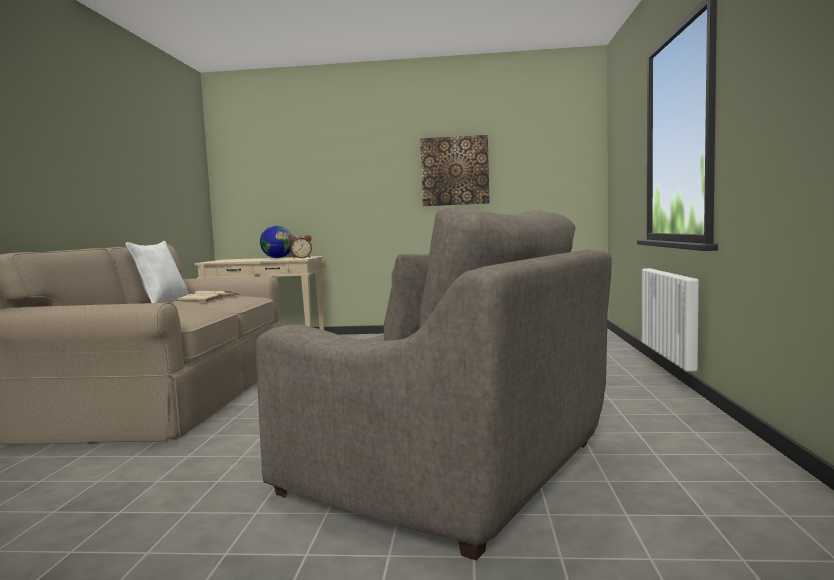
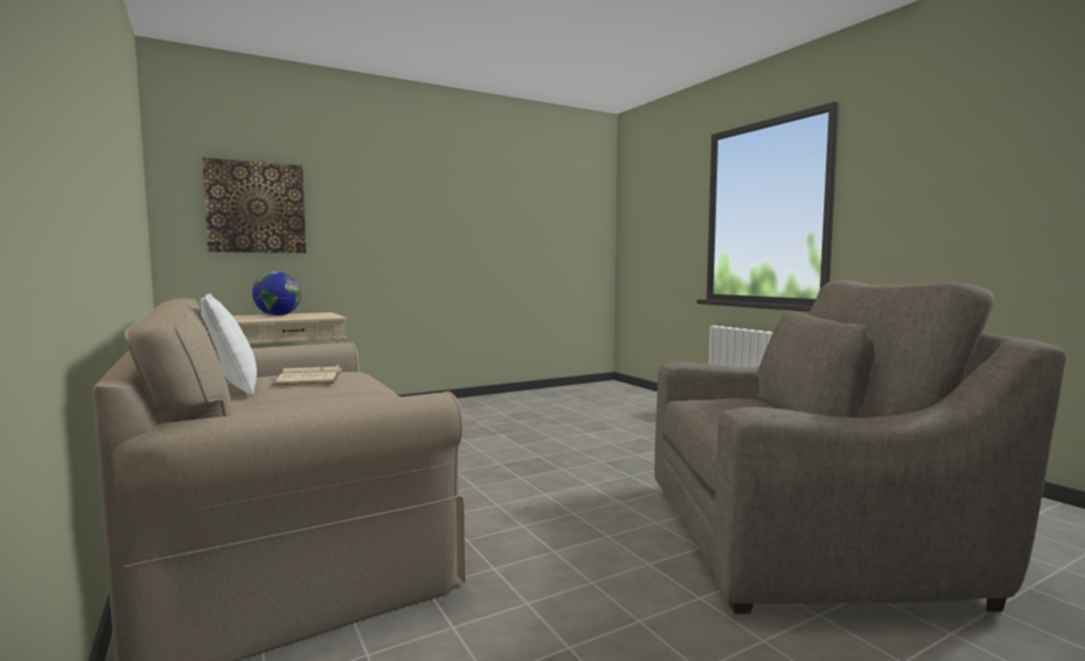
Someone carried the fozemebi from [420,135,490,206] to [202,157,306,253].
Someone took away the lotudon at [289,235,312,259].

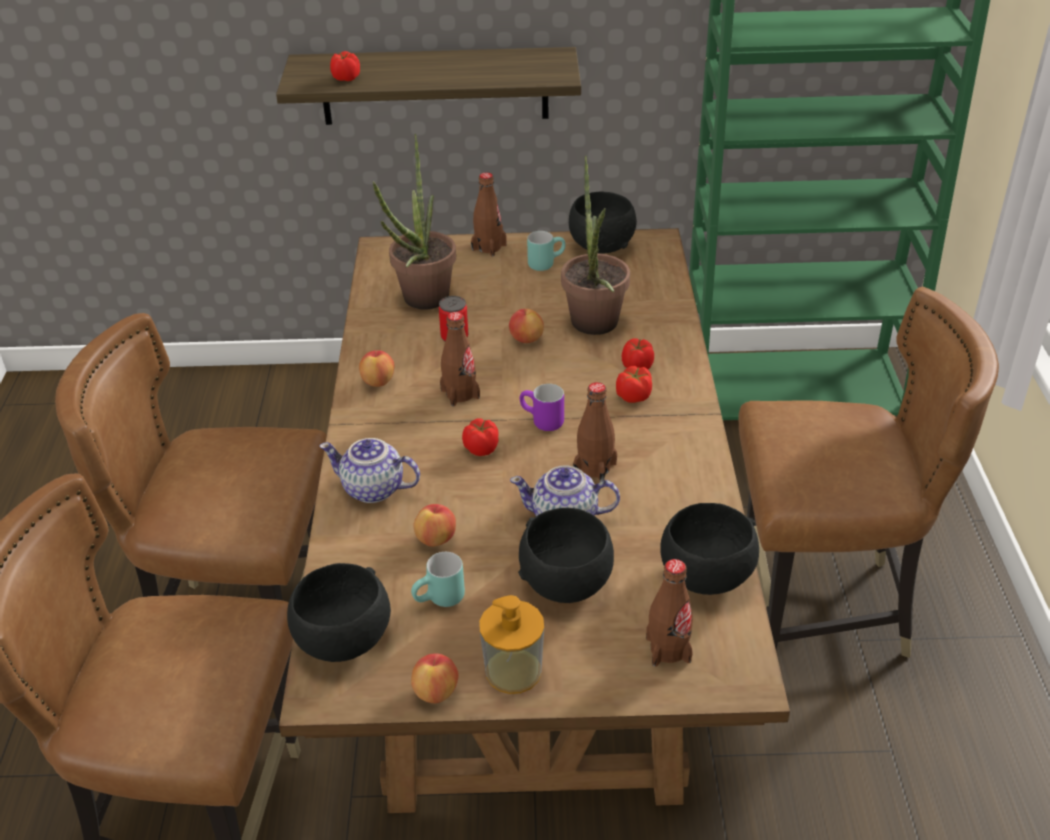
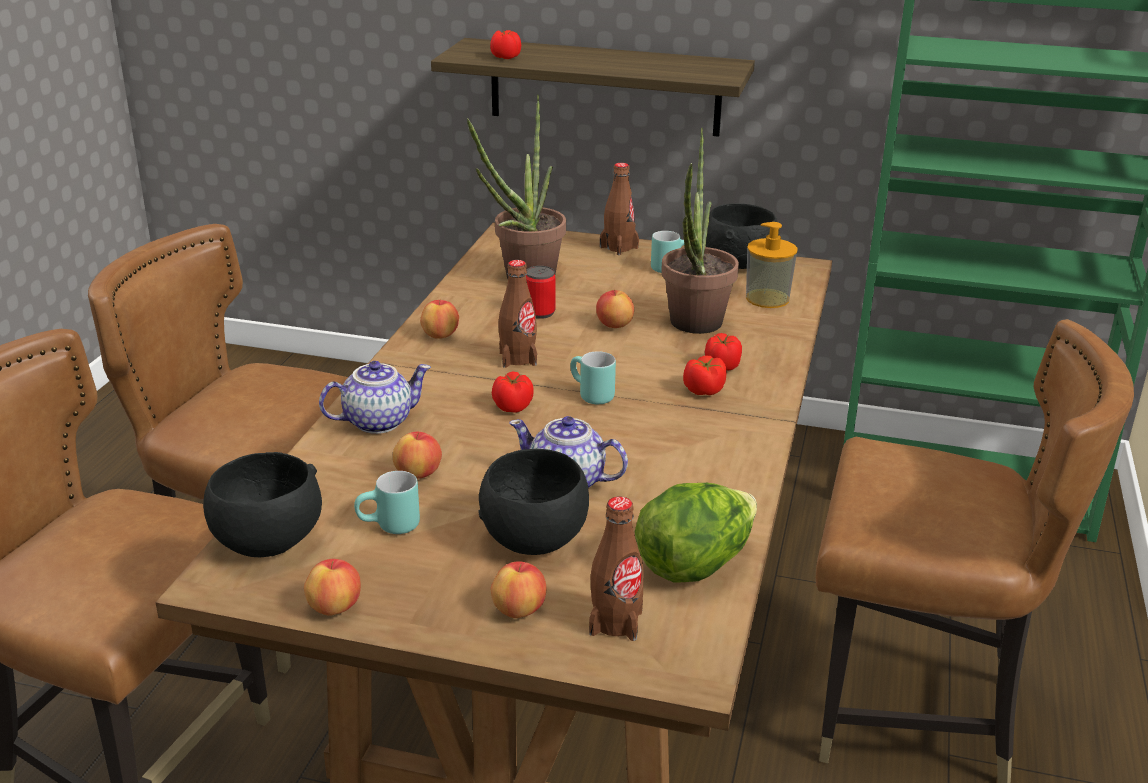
Someone took away the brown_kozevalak at [573,382,617,482].
Someone repainted the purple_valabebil at [520,384,564,431], which became the turquoise_valabebil at [570,351,616,404].
Someone rotated the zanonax at [319,438,420,503] by 120 degrees clockwise.
Someone swapped the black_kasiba at [660,503,759,595] for the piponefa at [635,483,757,583].
Someone carried the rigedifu from [479,595,544,694] to [746,222,798,308].
Someone put down the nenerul at [491,561,546,618].

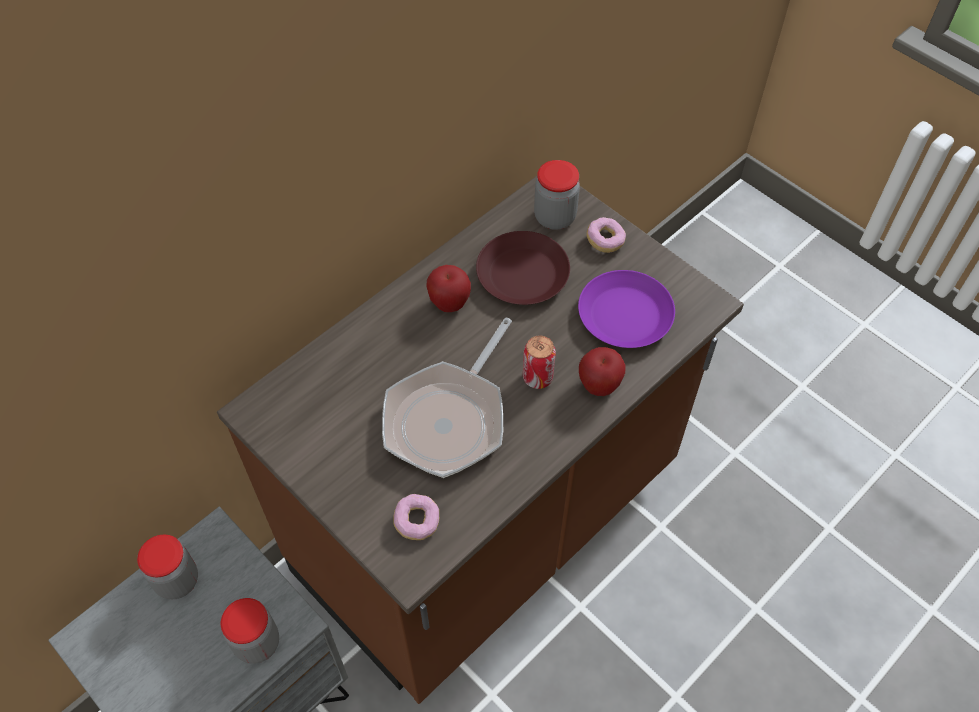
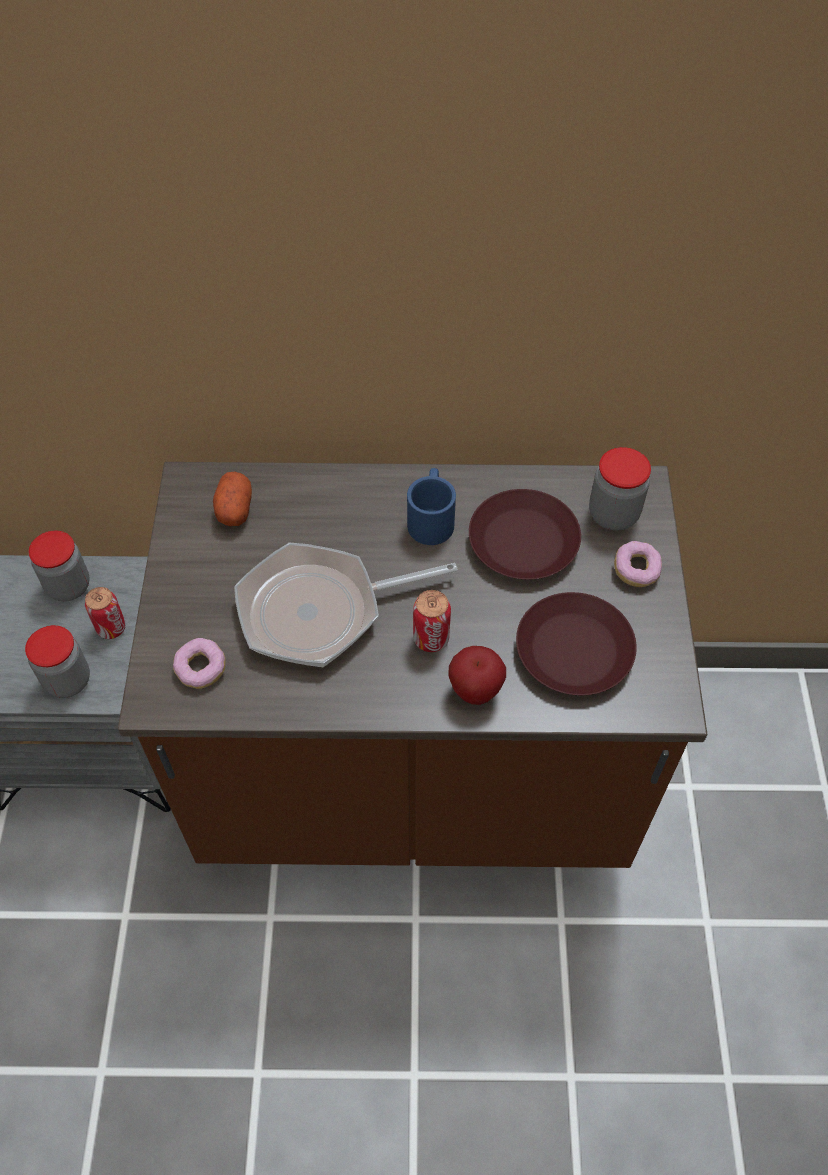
Someone swapped the nenerul at [426,265,471,312] for the blue_valabebil at [407,468,456,545].
Someone repainted the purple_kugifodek at [578,270,675,348], which became the brown_kugifodek at [516,592,637,695].
Someone put down the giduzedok at [213,472,252,526].
Someone put down the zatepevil at [85,587,126,639].

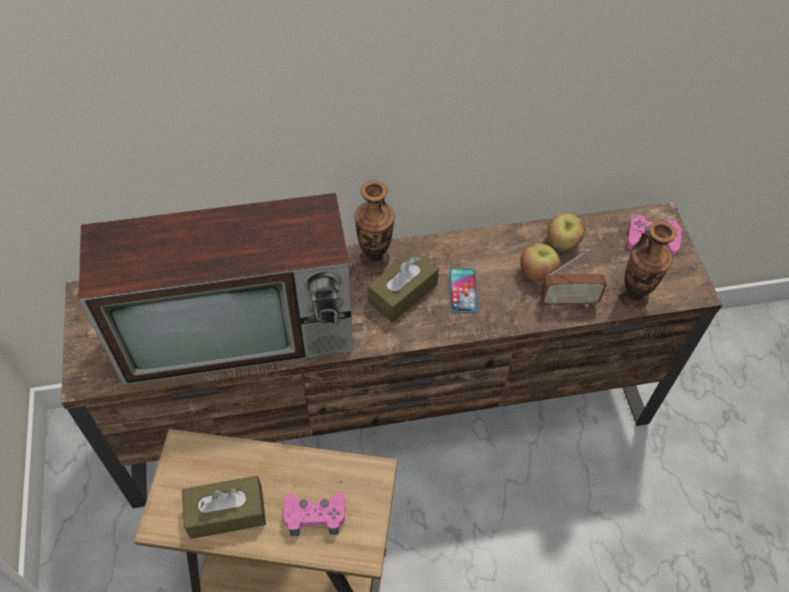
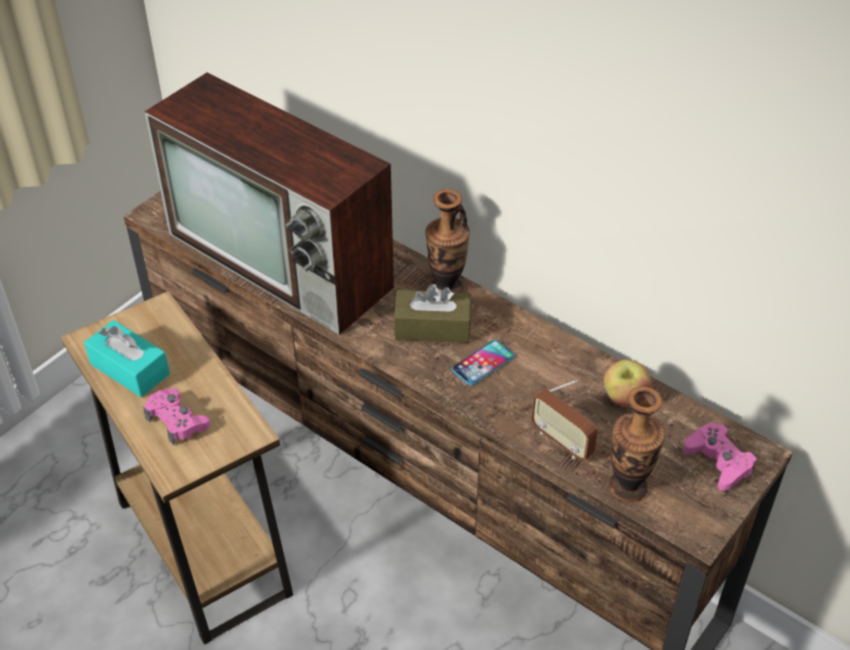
Someone took away the nenerul at [520,243,560,282].
Someone repainted the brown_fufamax at [182,476,266,539], which became the turquoise_fufamax at [84,320,170,397].

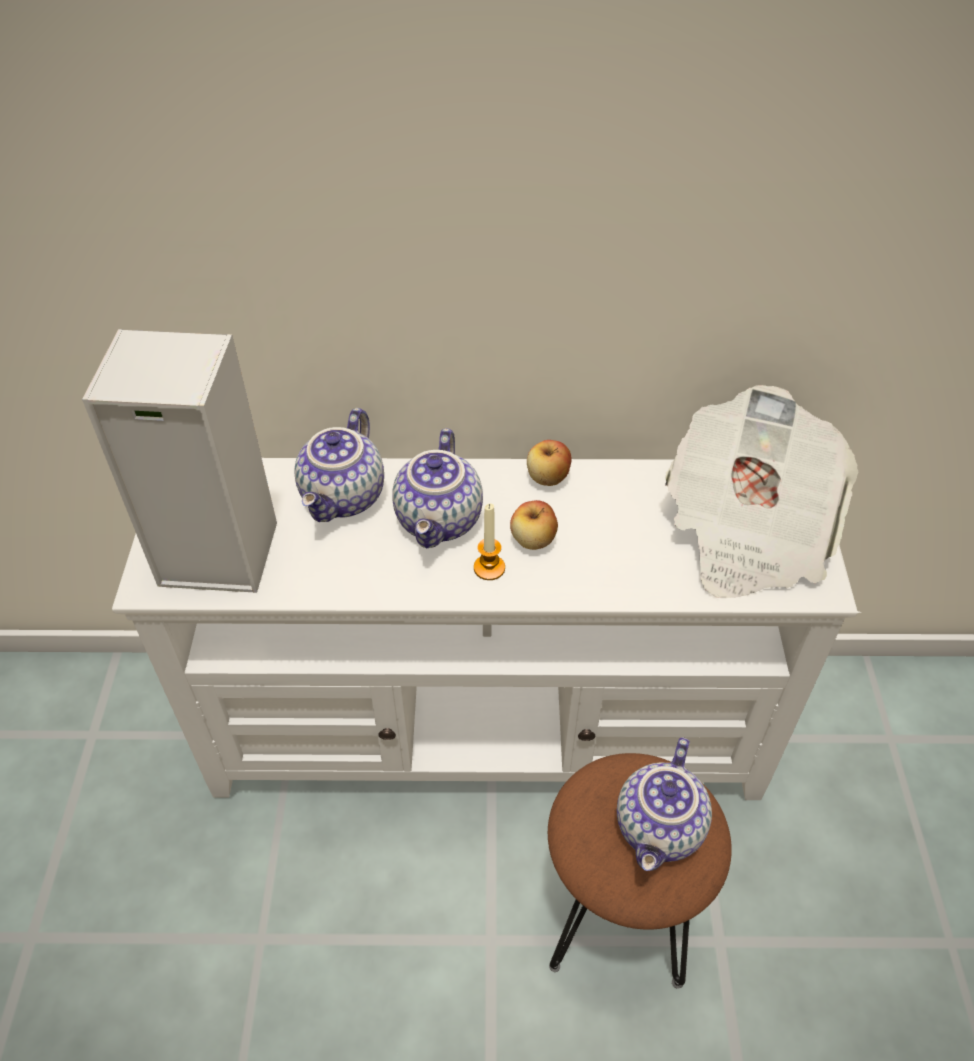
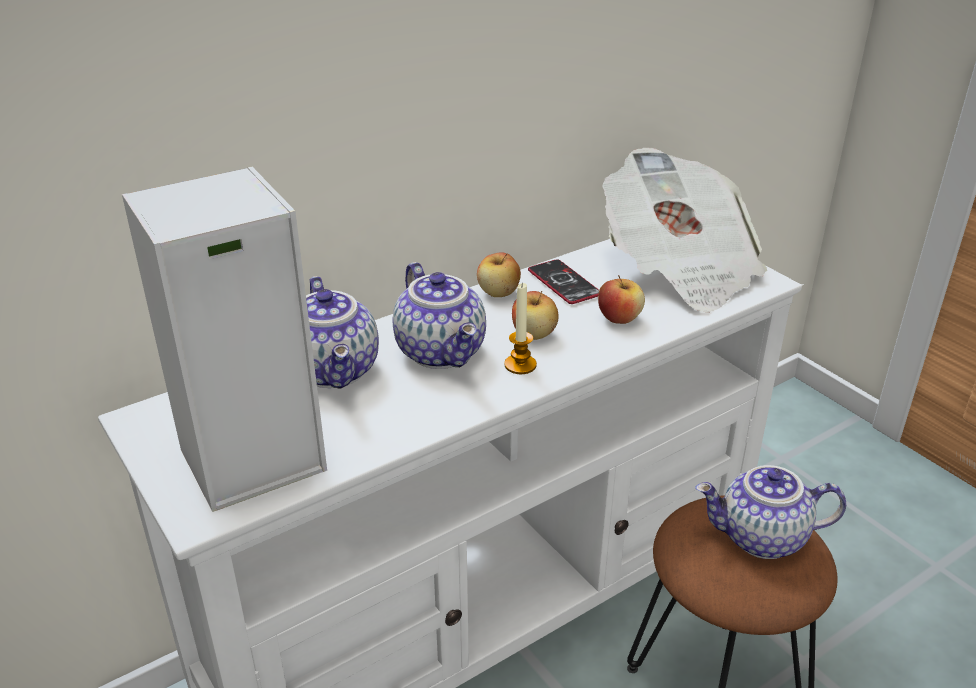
Someone rotated the zanonax at [617,737,712,871] by 105 degrees clockwise.
Someone put down the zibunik at [528,259,599,304].
Someone put down the nenerul at [598,275,645,324].

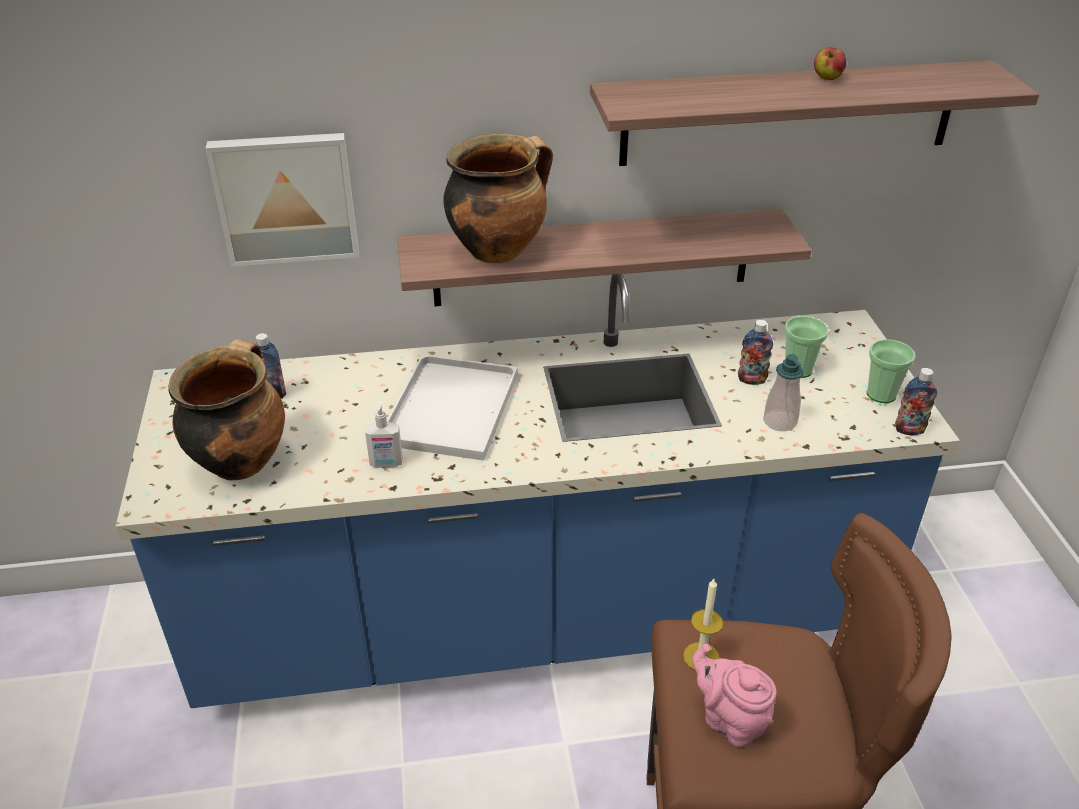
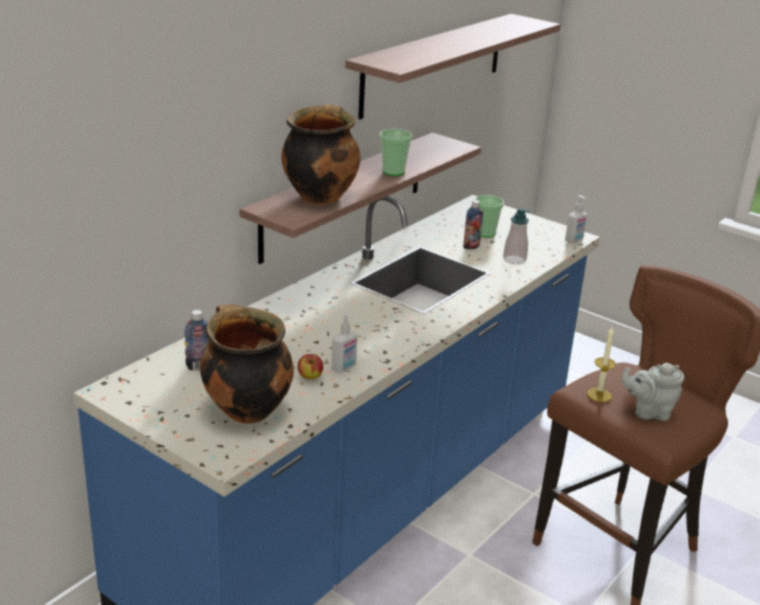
Someone carried the nenerul from [814,47,846,80] to [298,354,323,380].
Someone took away the fozemebi at [205,133,359,267].
Someone carried the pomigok from [867,339,915,403] to [379,129,413,176].
Someone took away the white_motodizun at [387,354,518,461].
Someone swapped the kozevalak at [895,368,937,435] for the rigedifu at [565,195,587,243].
Someone repainted the pink_zanonax at [692,644,777,748], which became the grey_zanonax at [621,363,684,421].

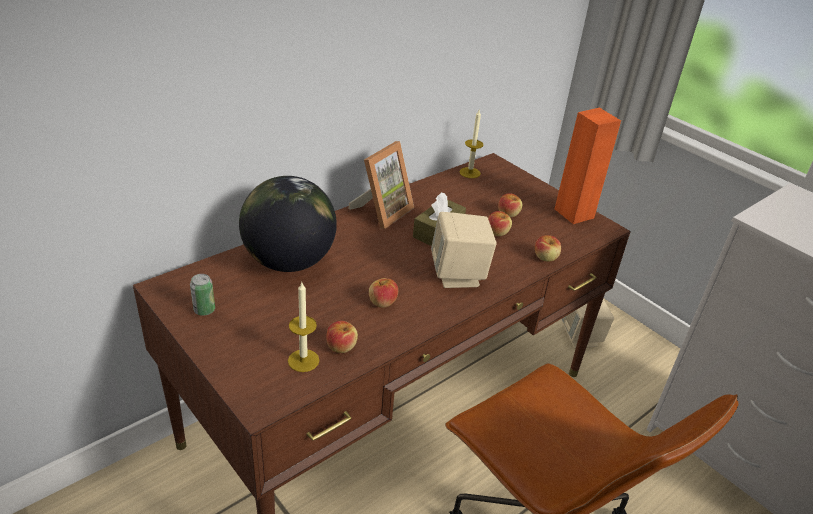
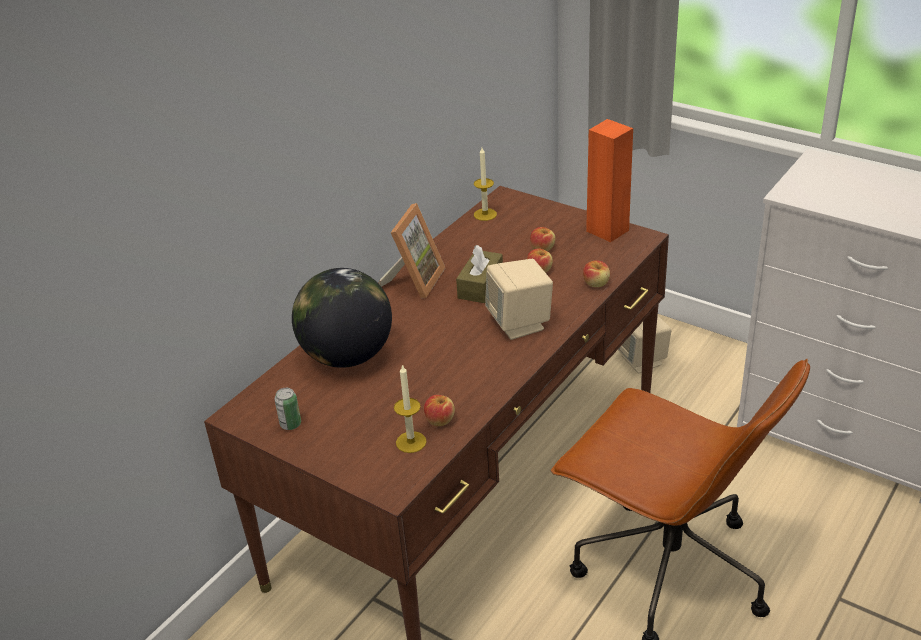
Someone took away the nenerul at [369,278,398,308].

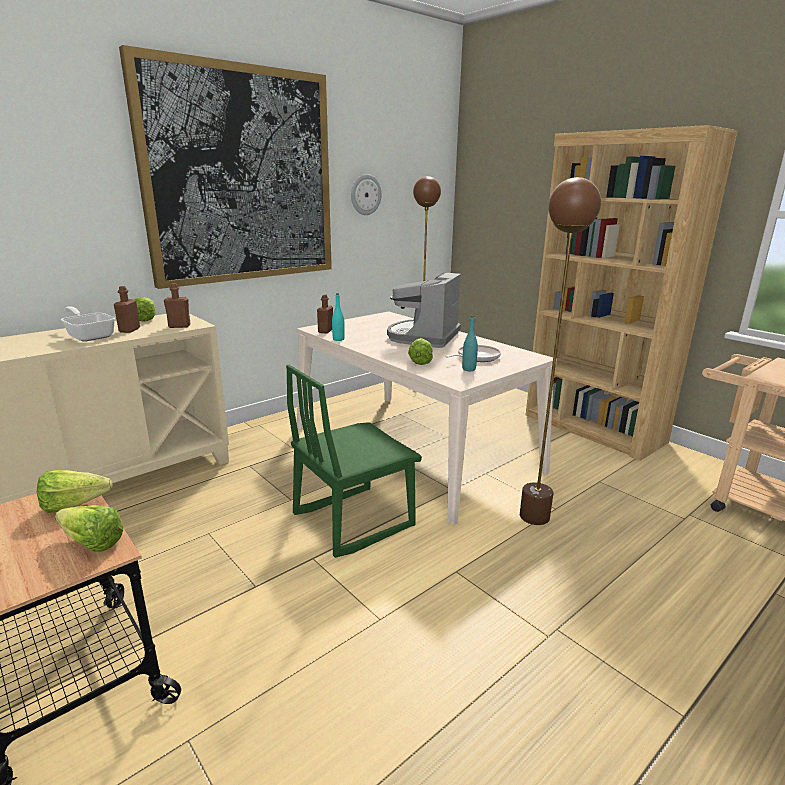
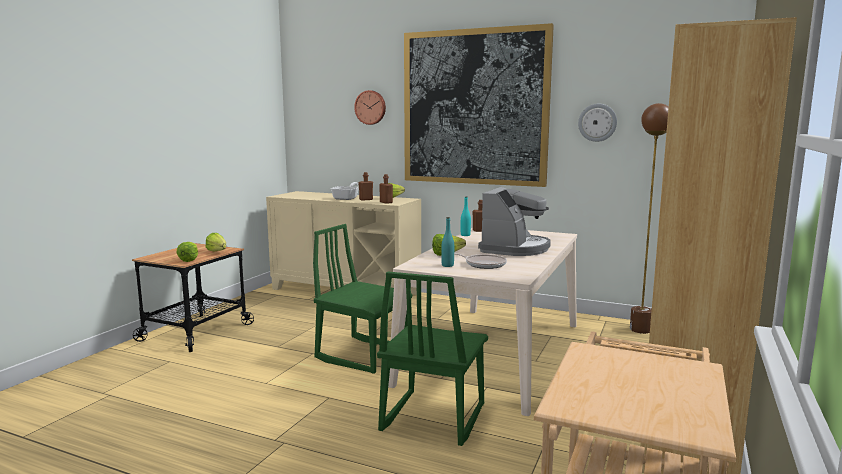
Someone swapped the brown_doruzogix at [520,177,601,525] for the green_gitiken at [377,271,488,446].
Someone rotated the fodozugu at [387,272,461,348] by 120 degrees clockwise.
Someone put up the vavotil at [354,90,386,125].

